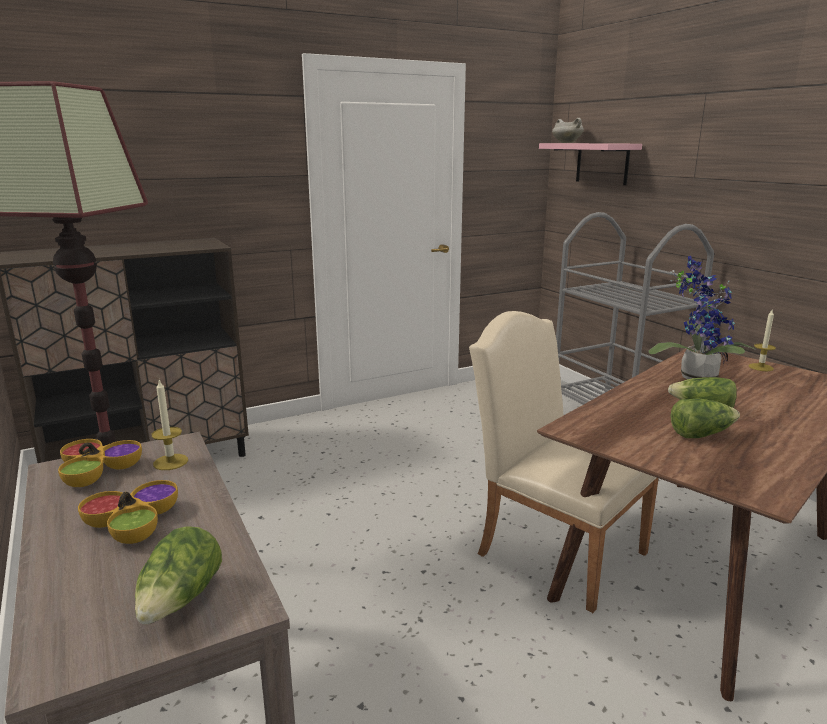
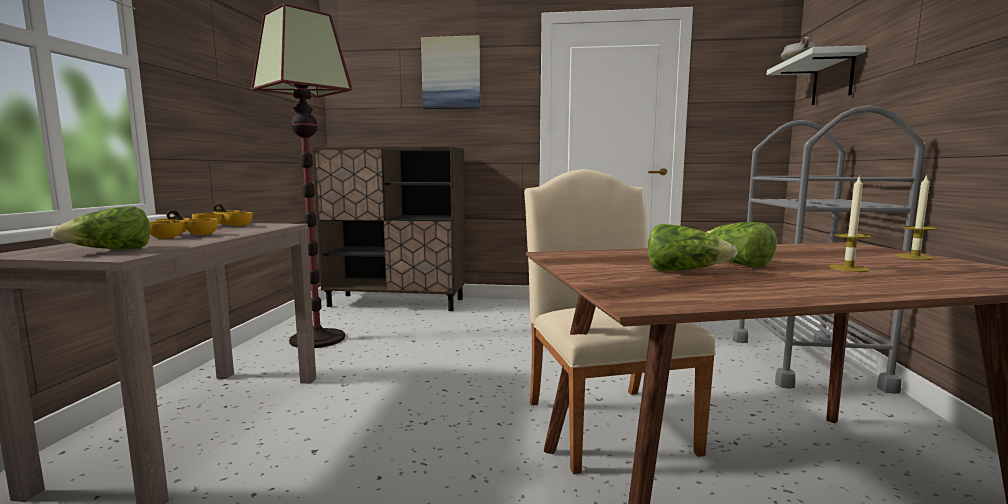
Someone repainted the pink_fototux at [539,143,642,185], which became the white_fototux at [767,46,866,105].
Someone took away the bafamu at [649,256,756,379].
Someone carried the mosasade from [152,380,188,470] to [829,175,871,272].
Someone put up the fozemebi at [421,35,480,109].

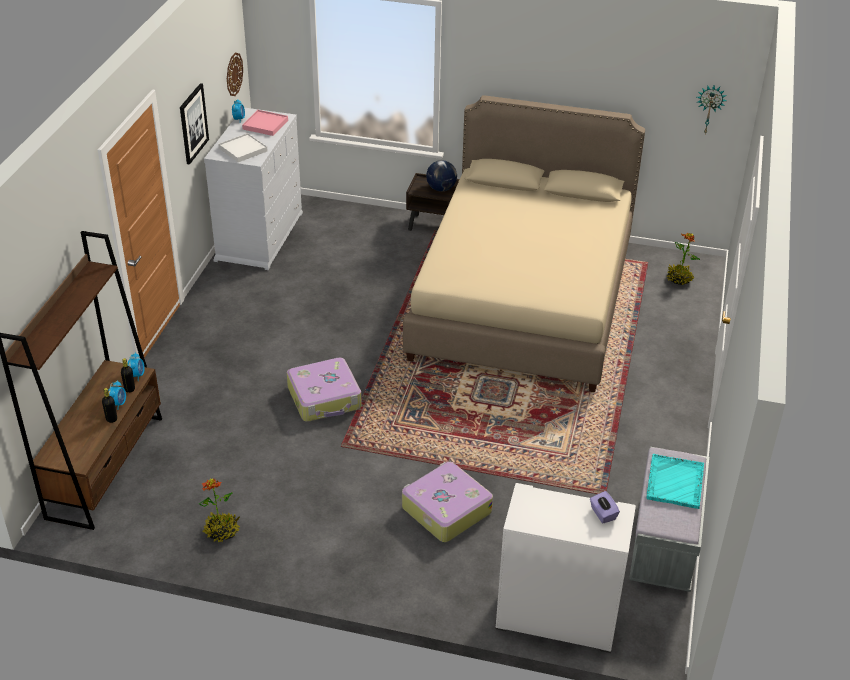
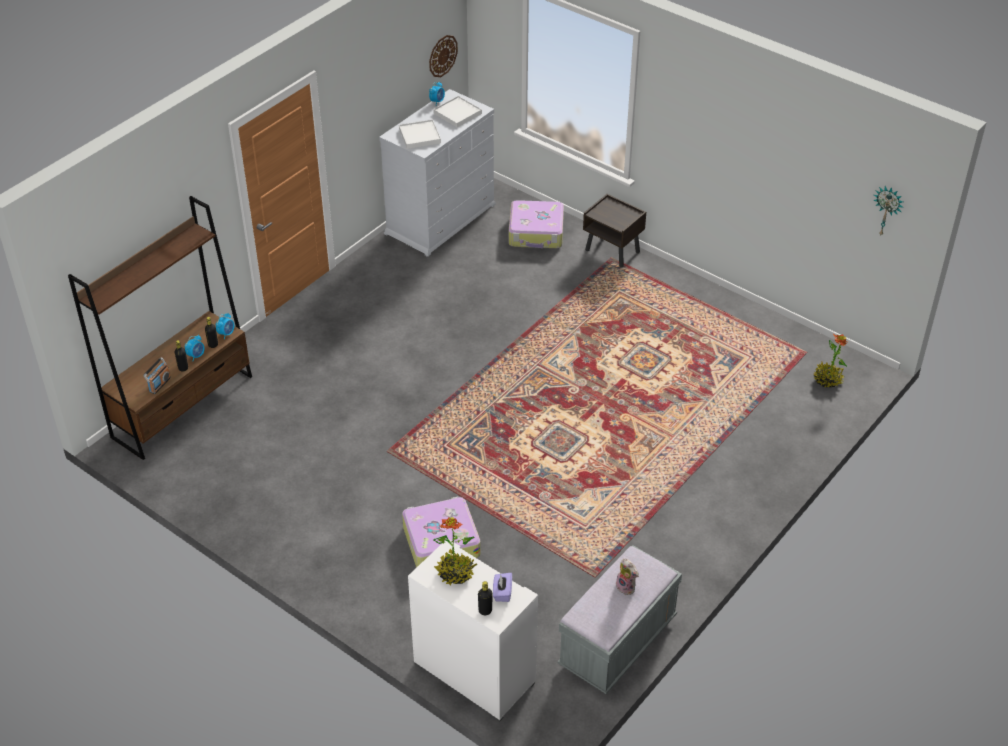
Someone took away the fozemebi at [180,83,209,165].
Someone took away the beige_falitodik at [403,95,645,392].
Someone repainted the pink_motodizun at [242,110,288,136], which became the white_motodizun at [433,96,482,127].
Someone took away the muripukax at [426,160,457,191].
Someone carried the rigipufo from [287,358,362,422] to [509,200,564,248].
Someone swapped the turquoise_motodizun at [646,454,704,509] for the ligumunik at [616,559,639,595].
Someone carried the bafamu from [199,478,240,542] to [433,517,477,585].
Someone put down the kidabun at [143,357,171,394].
Someone put down the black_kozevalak at [478,581,492,615].

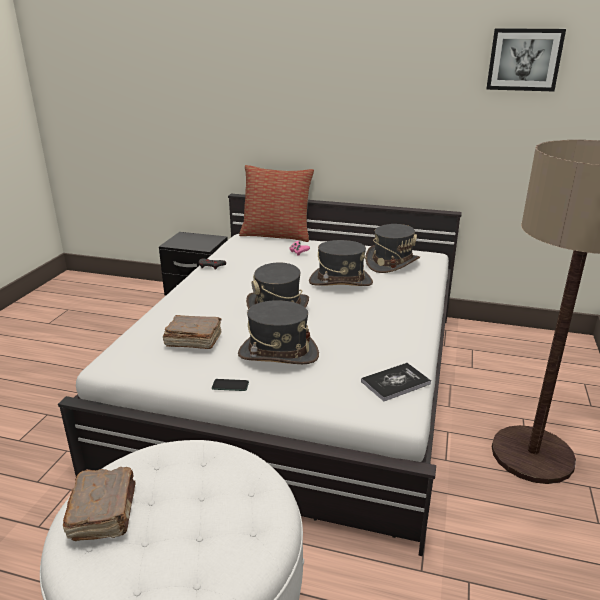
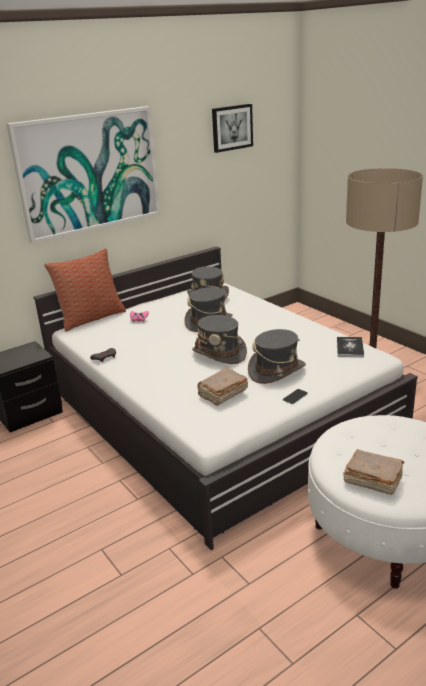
Someone put up the fozemebi at [6,106,160,244].

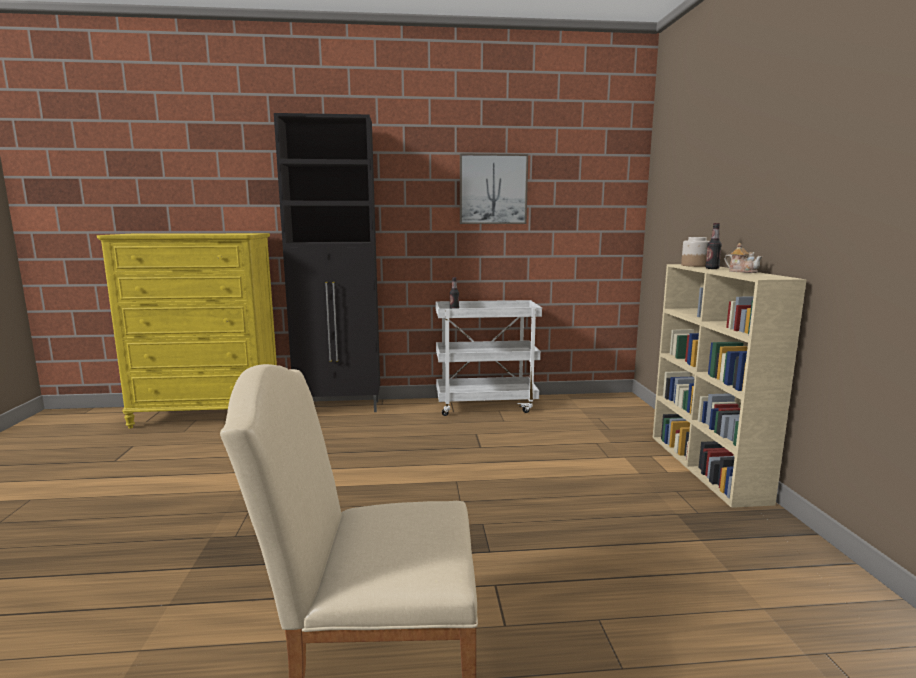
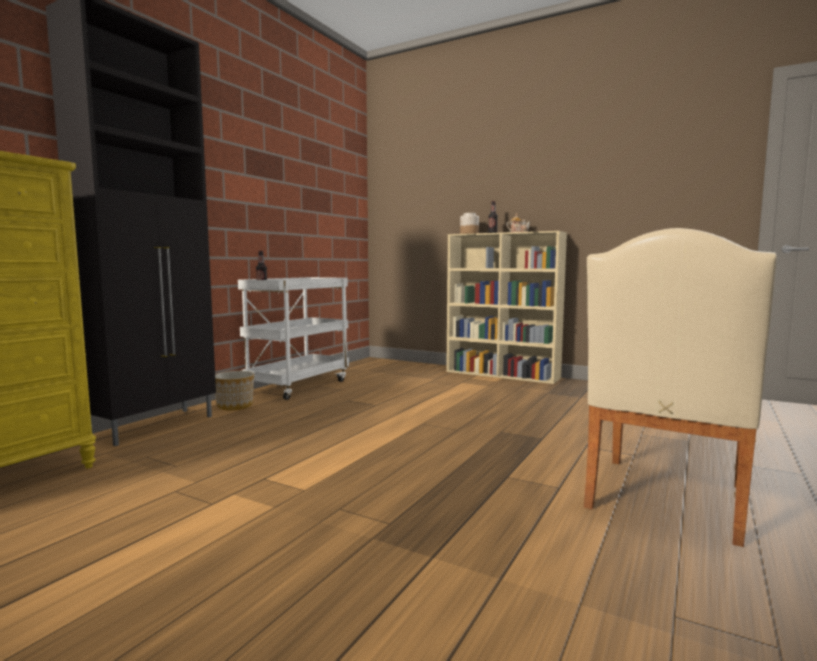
Someone took away the fozemebi at [460,153,528,224].
Someone put down the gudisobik at [215,371,254,410].

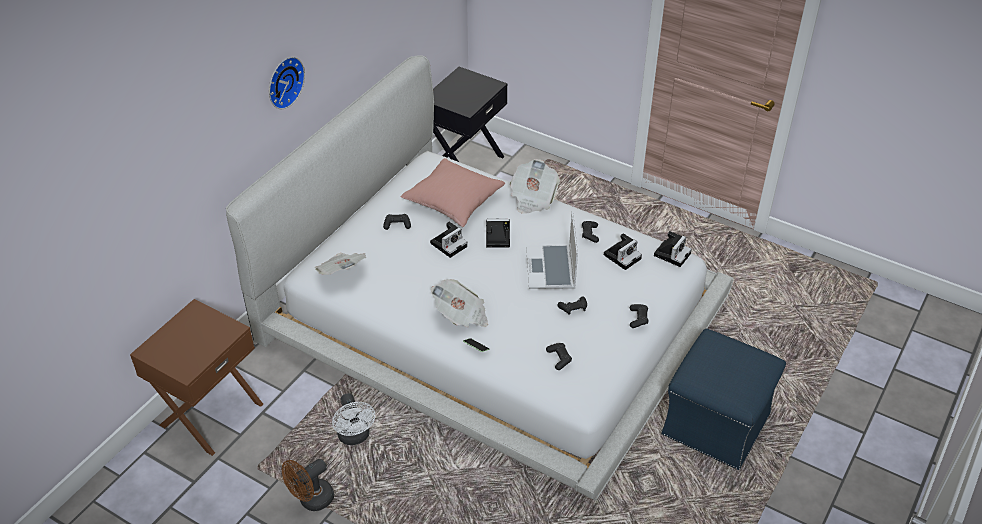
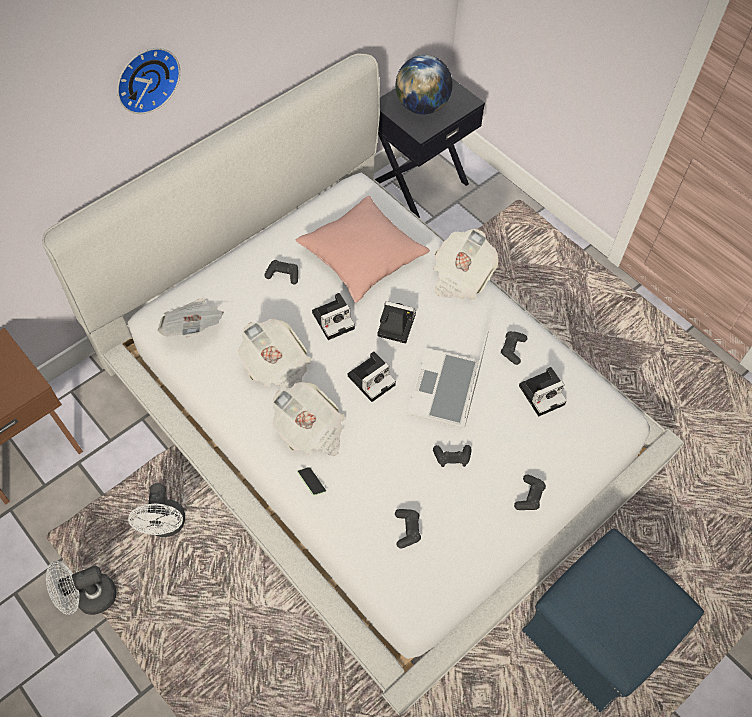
Someone carried the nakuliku from [654,231,692,267] to [348,351,396,402].
Someone repainted the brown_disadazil at [282,459,334,511], which became the white_disadazil at [46,561,117,615].
Someone put down the muripukax at [395,55,452,115].
Someone put down the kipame at [238,319,311,390].

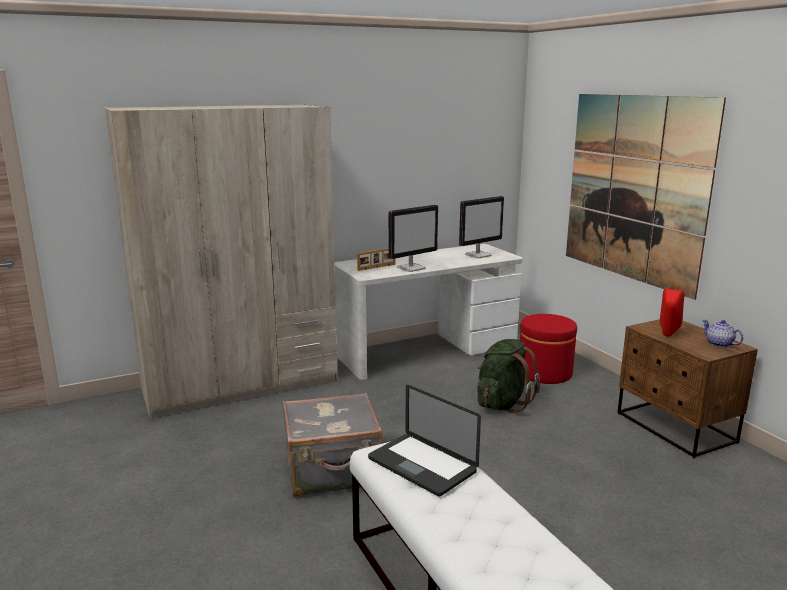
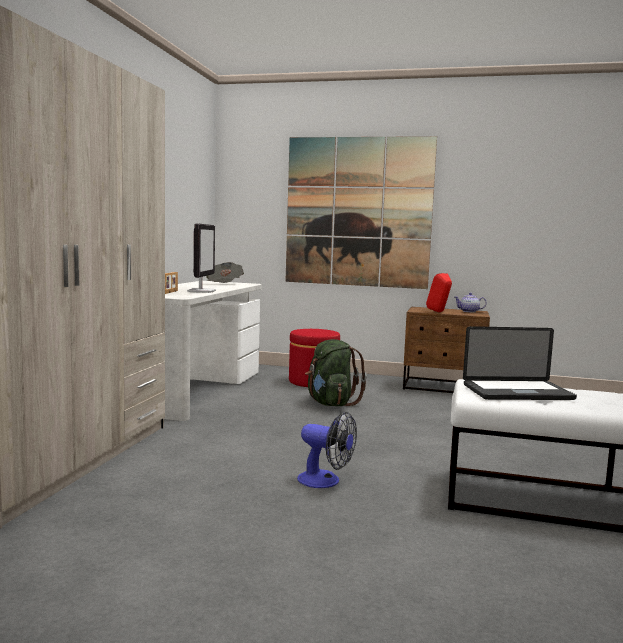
Someone swapped the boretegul at [459,196,504,258] for the kipame at [206,262,244,283].
Someone swapped the grey_rigipufo at [283,393,383,497] for the disadazil at [297,412,357,488].

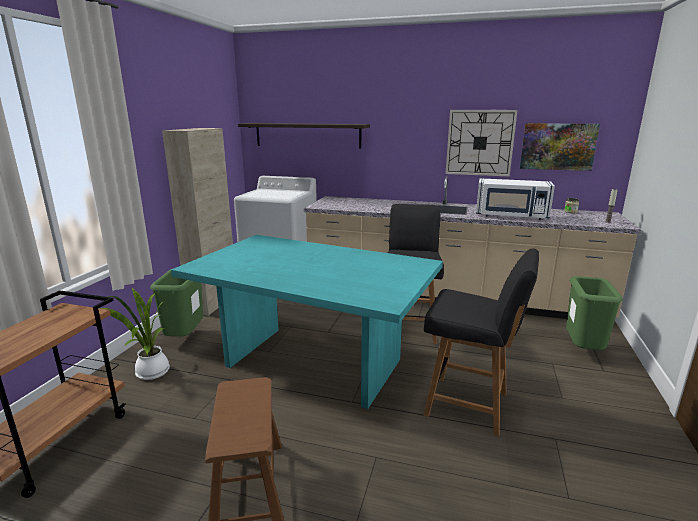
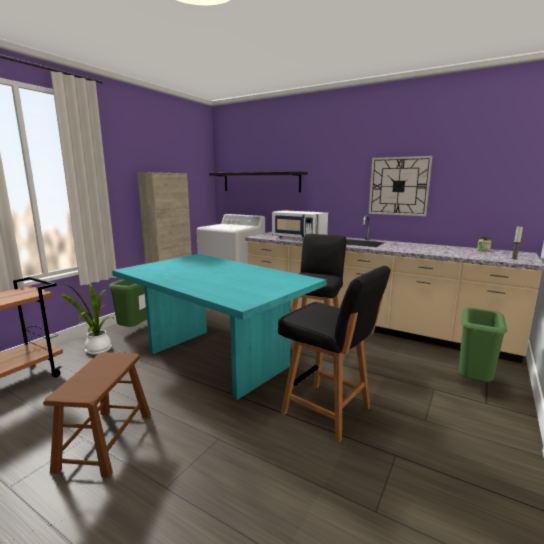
Someone took away the fozemebi at [520,123,600,171].
Someone carried the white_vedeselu from [476,178,555,220] to [272,210,328,238].

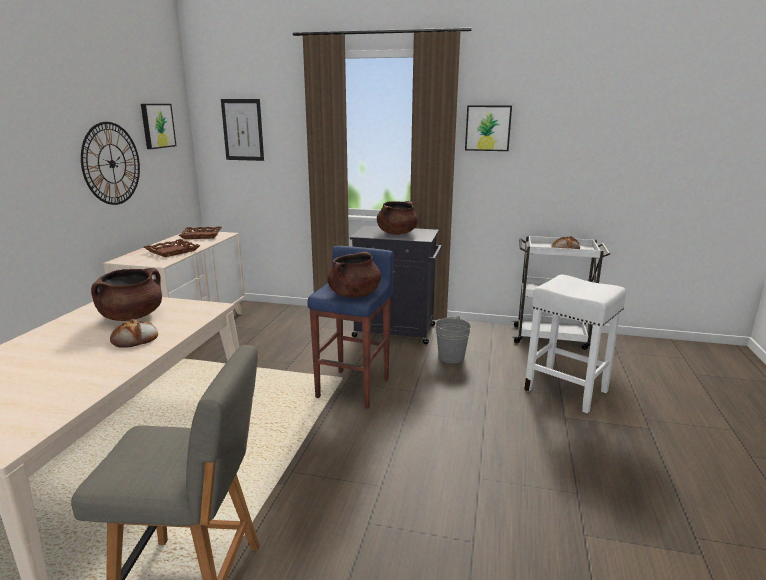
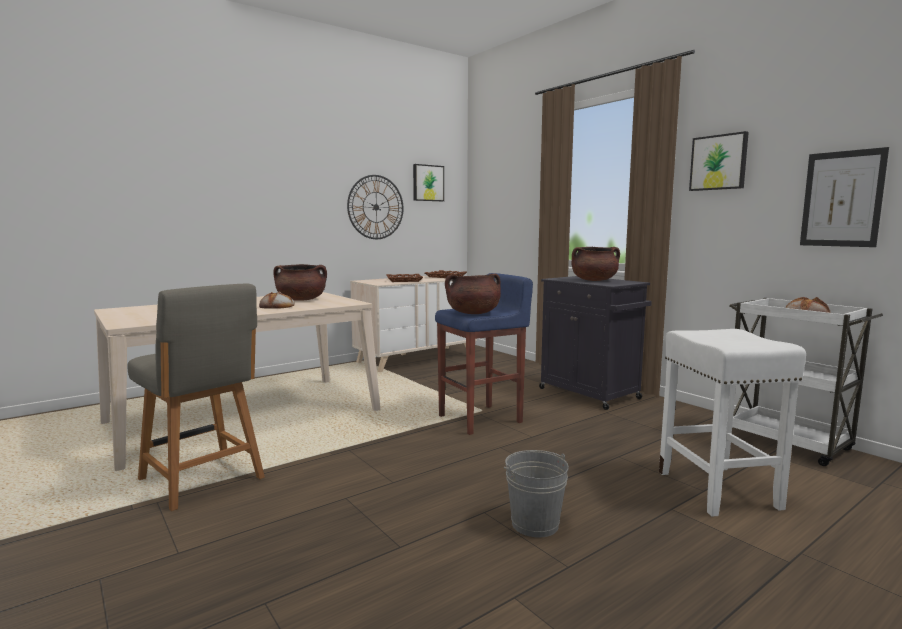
Someone carried the fozemebi from [221,99,264,161] to [800,147,889,247].
Someone carried the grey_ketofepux from [435,316,471,363] to [504,450,569,537].

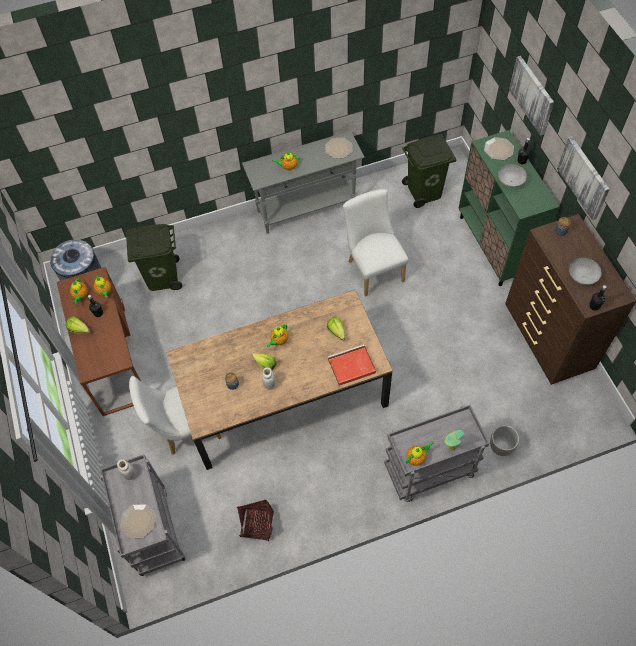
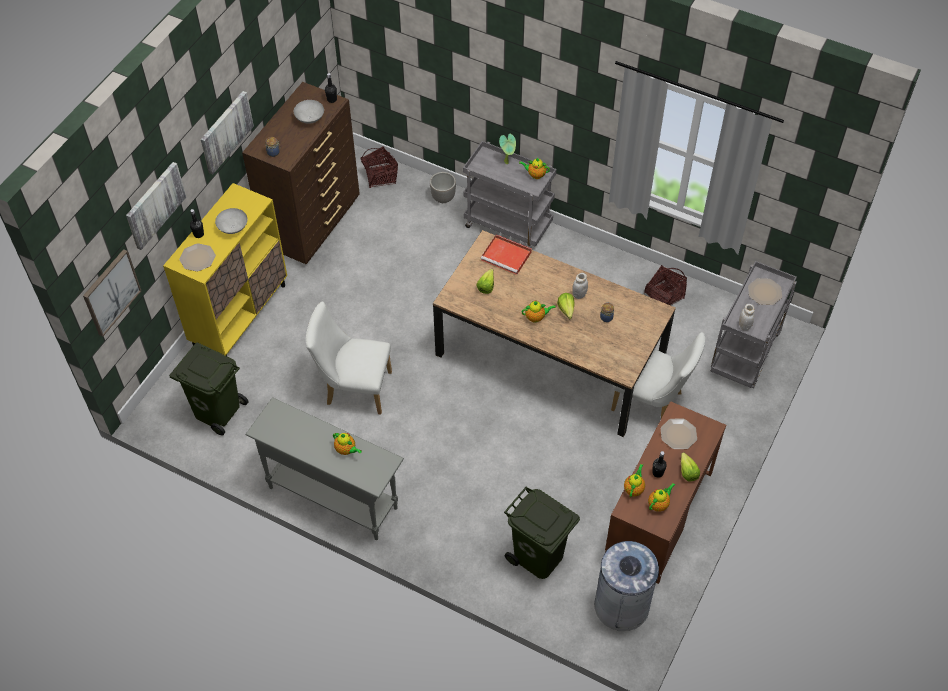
Someone repainted the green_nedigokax at [458,130,560,286], which became the yellow_nedigokax at [163,183,287,356].
Someone carried the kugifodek from [325,138,353,159] to [661,419,697,449].
Someone rotated the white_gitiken at [343,189,408,297] by 75 degrees clockwise.
Someone put down the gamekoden at [360,146,398,188].
Someone put up the fozemebi at [83,249,141,337].

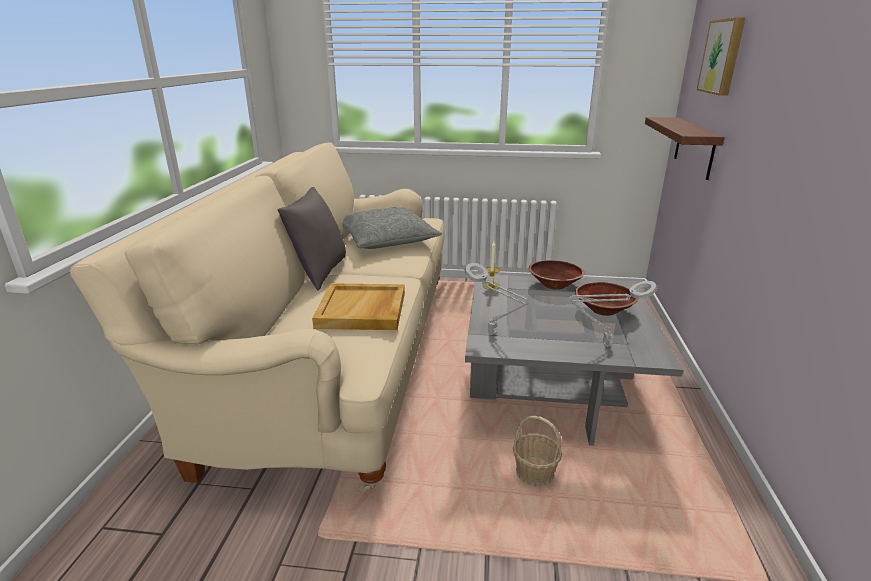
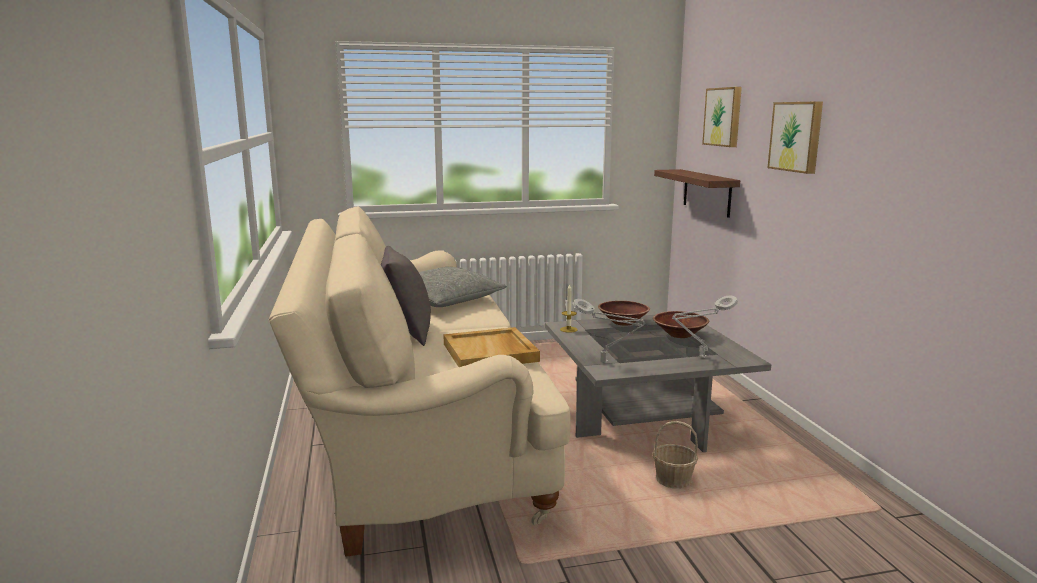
Someone put up the fozemebi at [768,102,823,174].

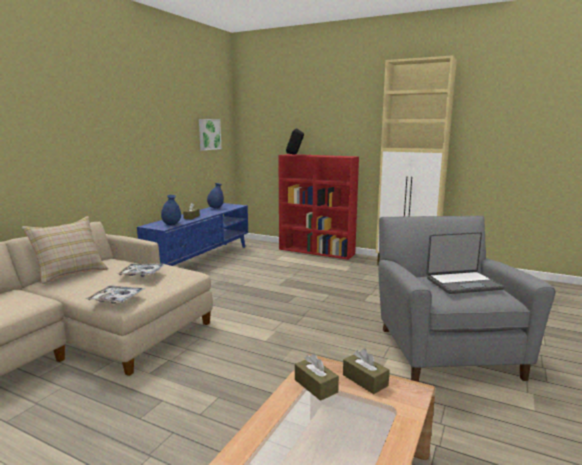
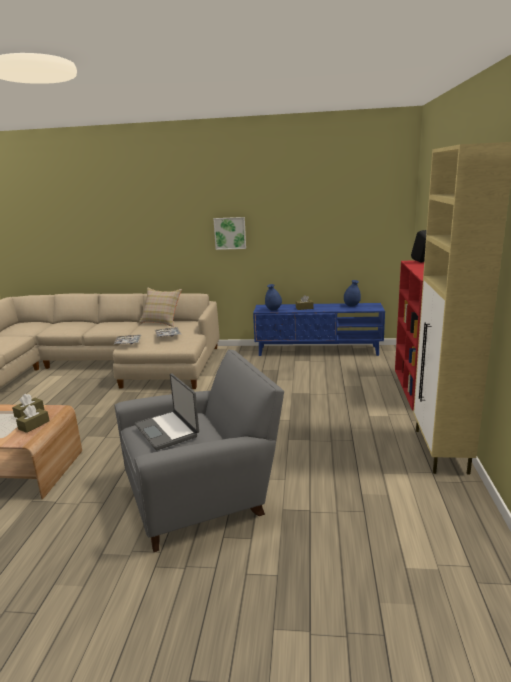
Someone carried the fozemebi from [199,119,221,151] to [214,217,246,250].

